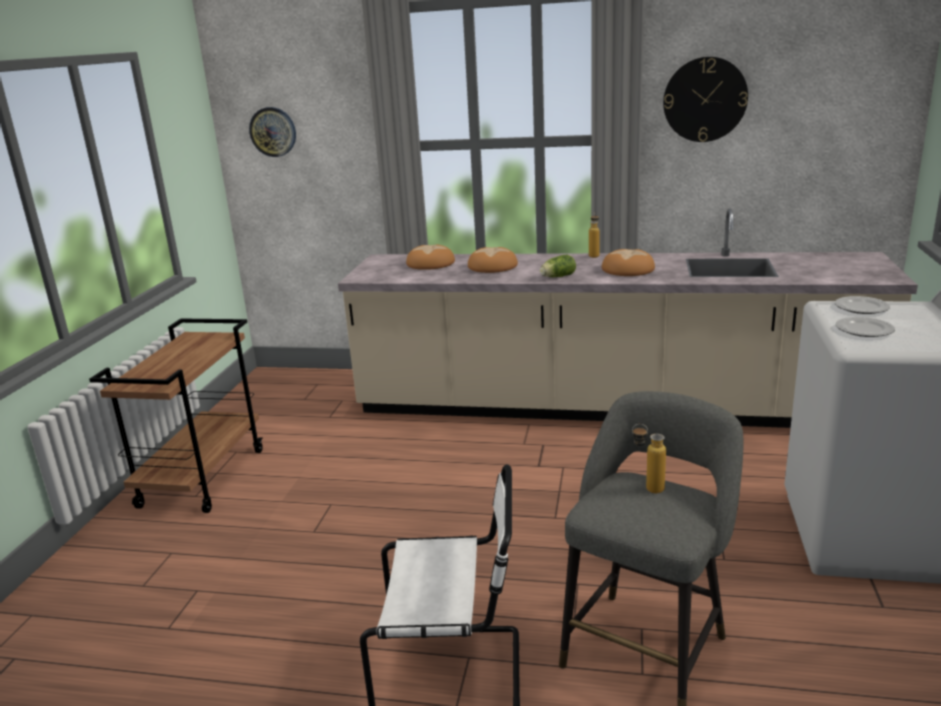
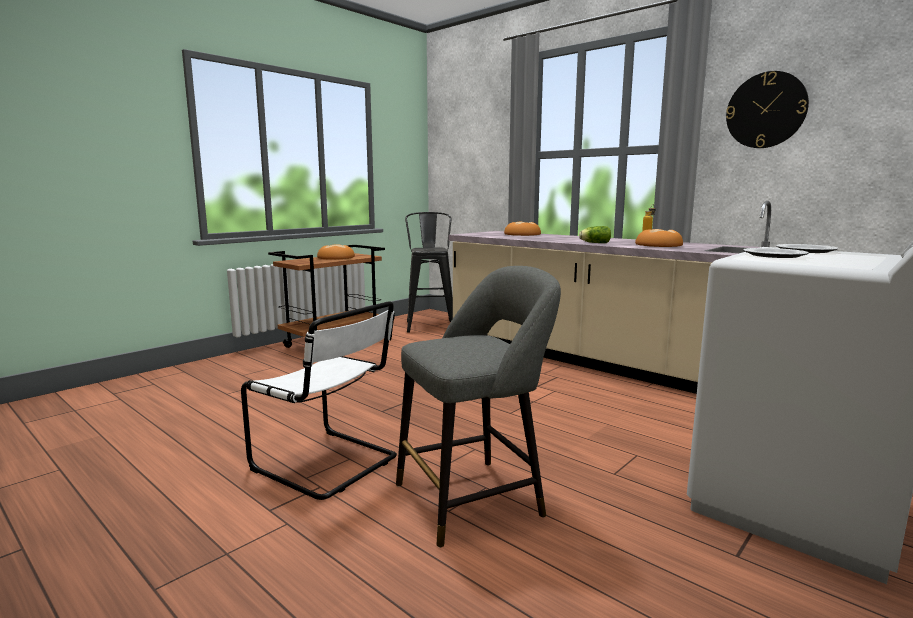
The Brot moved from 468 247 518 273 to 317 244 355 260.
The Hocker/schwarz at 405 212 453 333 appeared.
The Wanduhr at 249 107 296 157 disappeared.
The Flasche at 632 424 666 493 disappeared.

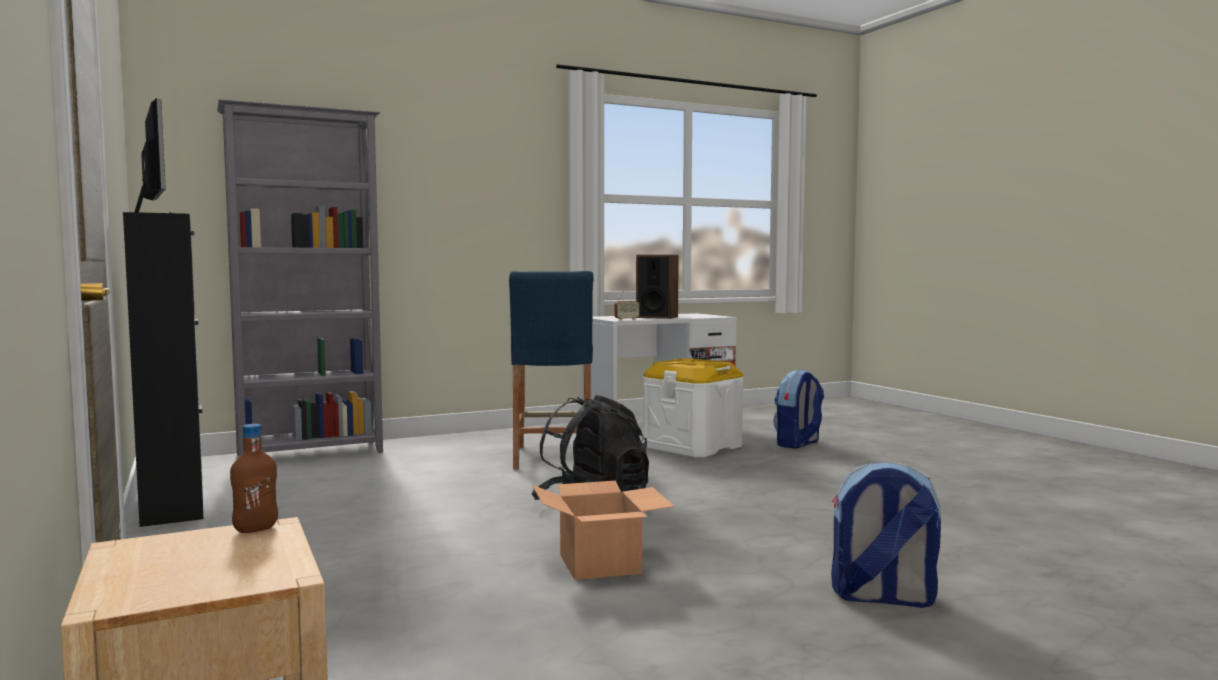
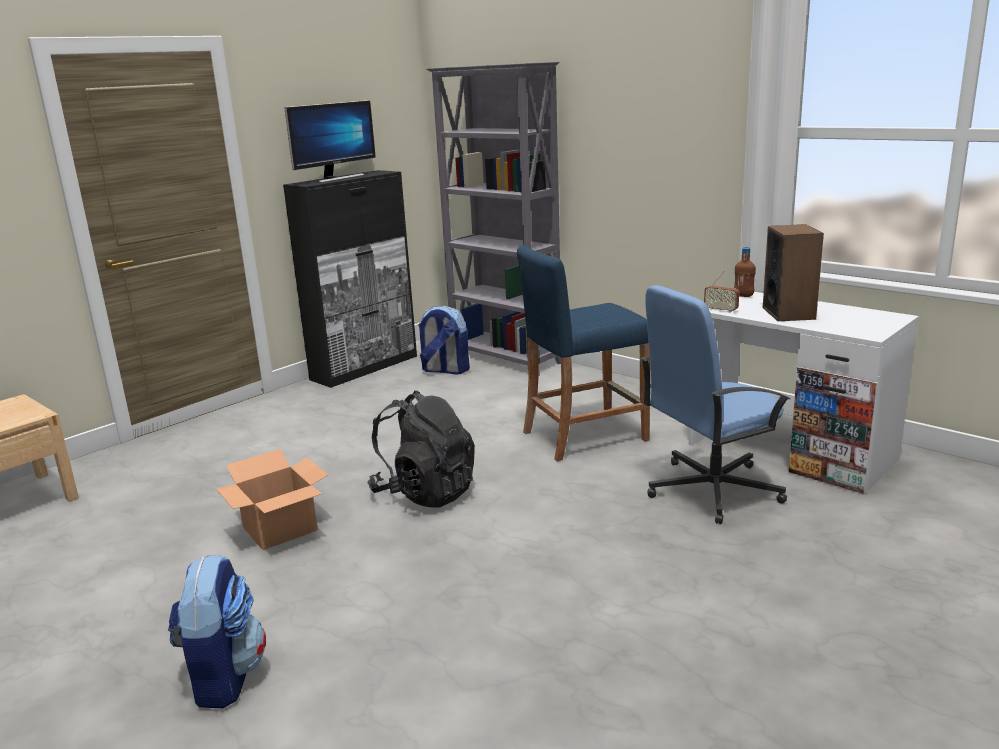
The Rucksack moved from 773 370 824 448 to 418 306 470 375.
The Aufbewahrungsbox/weiß at 643 359 744 457 was replaced by the Bürostuhl/blau at 641 285 790 524.
The Flasche/braun moved from 230 424 278 533 to 734 247 756 297.

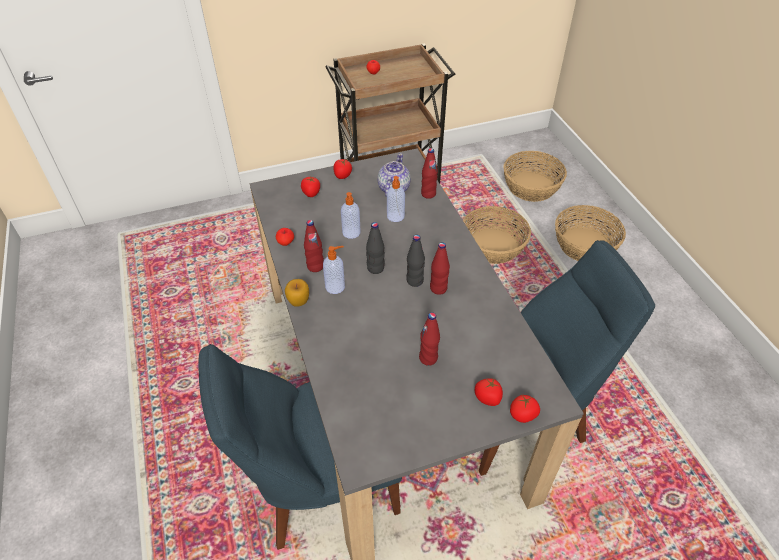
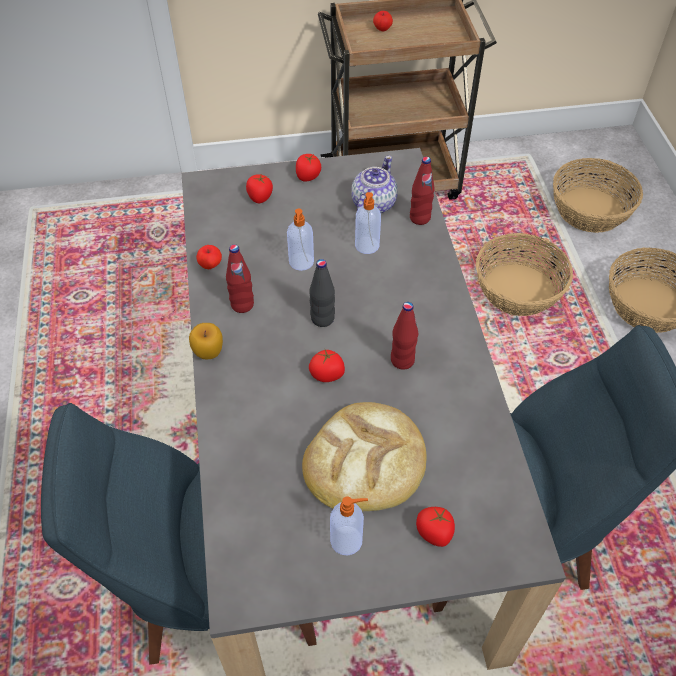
The Flasche/rot at 419 312 440 366 was replaced by the Brot at 302 402 427 511.
The Tomate moved from 510 394 540 423 to 309 350 345 382.
The Seifenspender moved from 323 246 345 294 to 330 496 368 555.
The Flasche/schwarz at 406 235 425 287 disappeared.

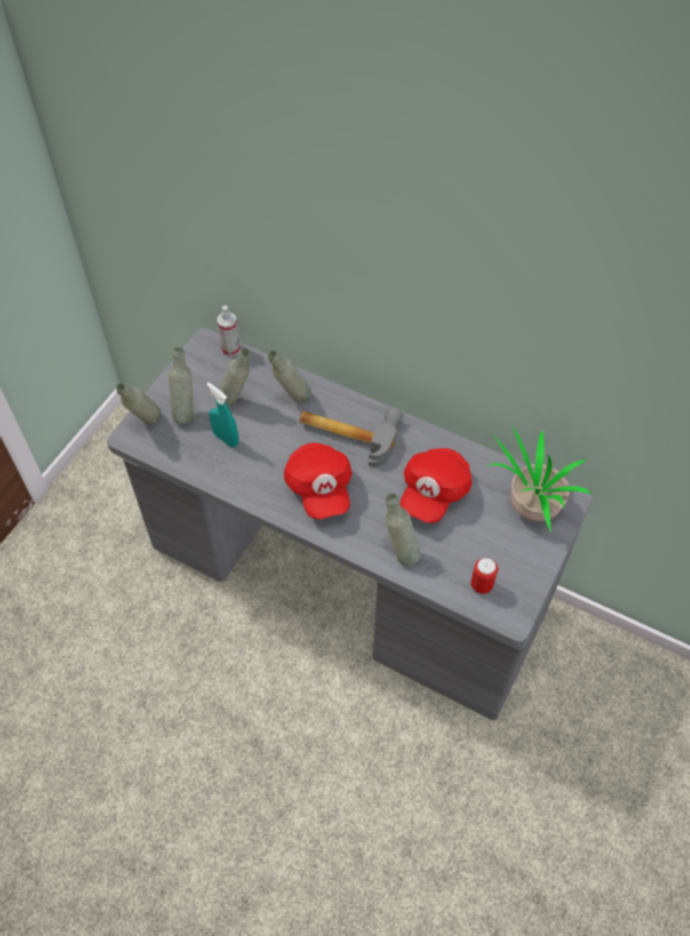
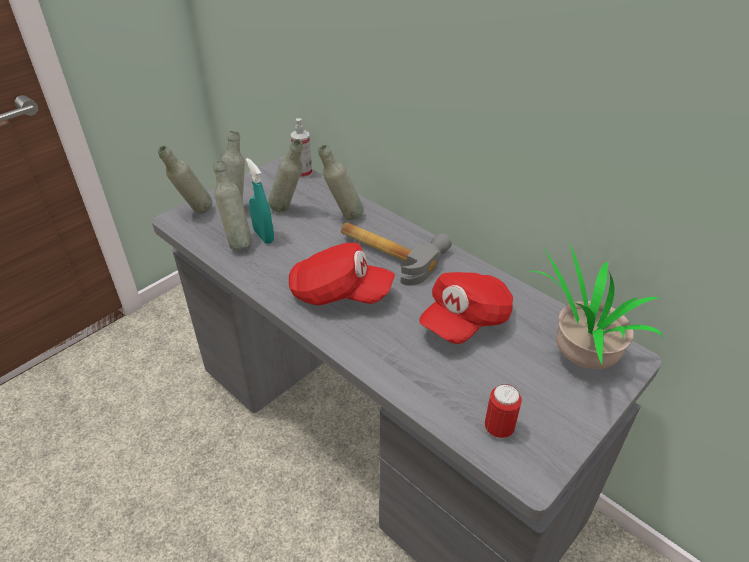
The Flasche/grau moved from 385 493 420 566 to 213 161 252 250.
The Kappe/rot at 284 443 352 519 turned 75 degrees counterclockwise.

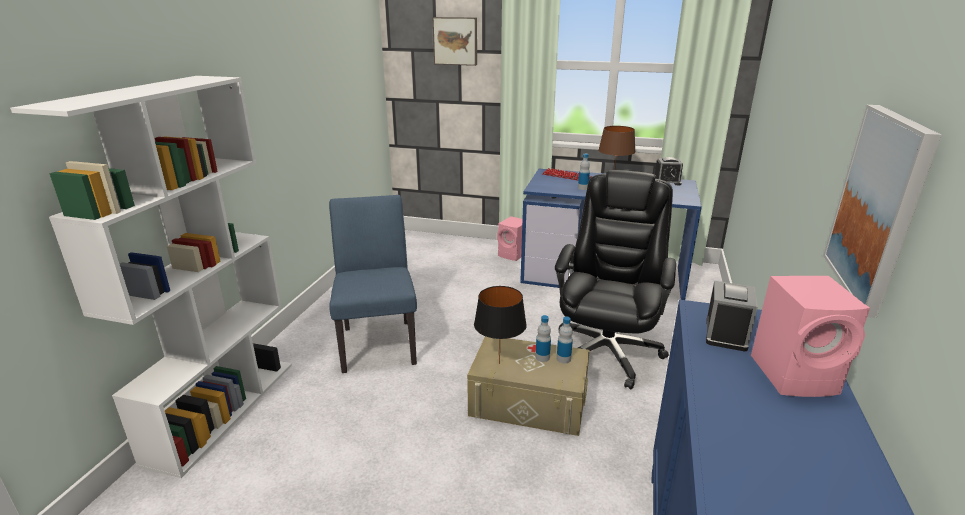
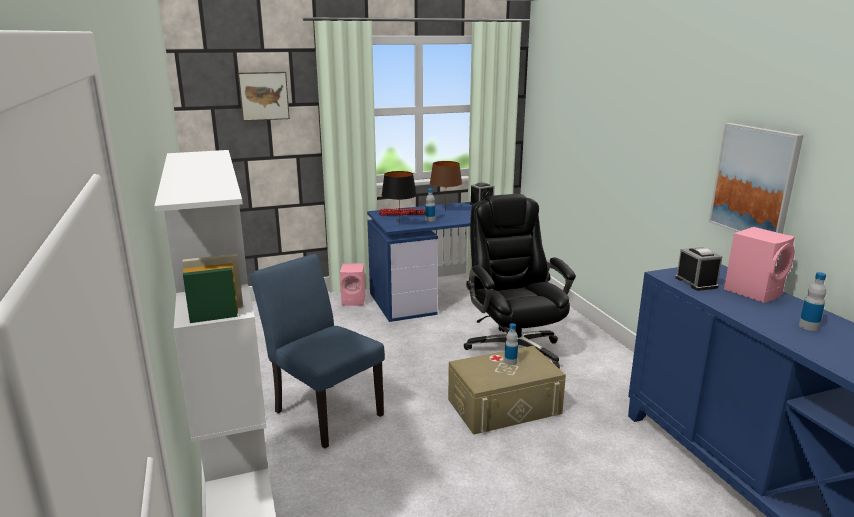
The Tischlampe/schwarz moved from 474 286 527 364 to 382 171 417 226.
The Flasche moved from 557 316 573 363 to 799 272 827 331.

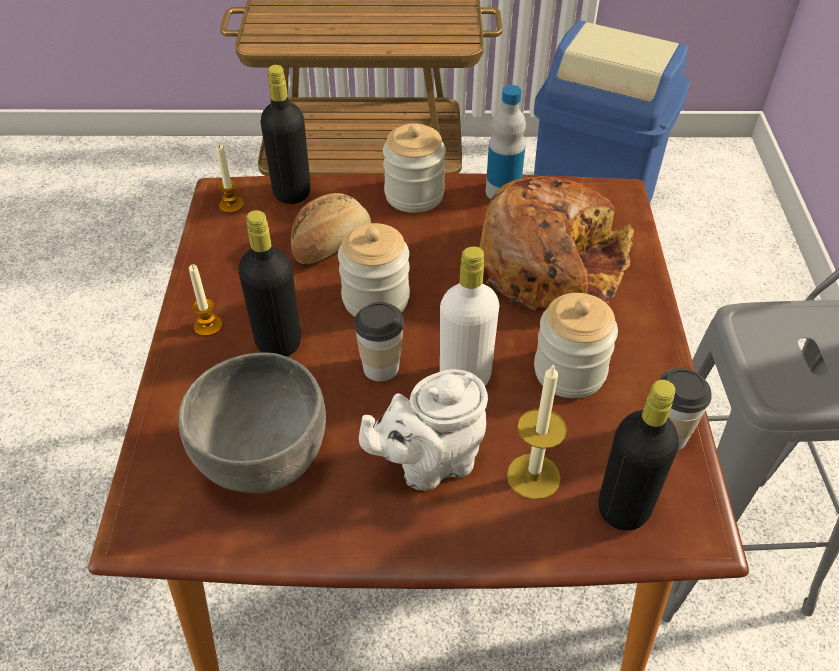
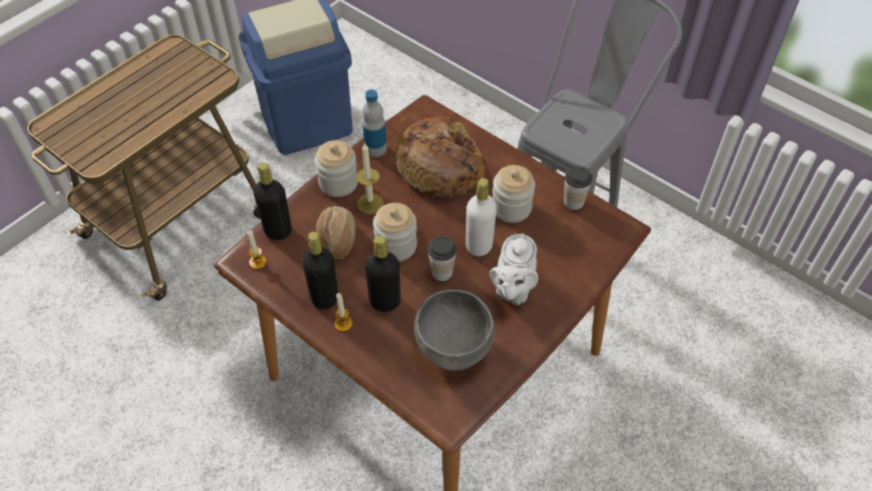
The Flasche/schwarz moved from 598 380 679 531 to 302 232 338 309.
The Kerze moved from 507 363 567 500 to 356 144 384 214.

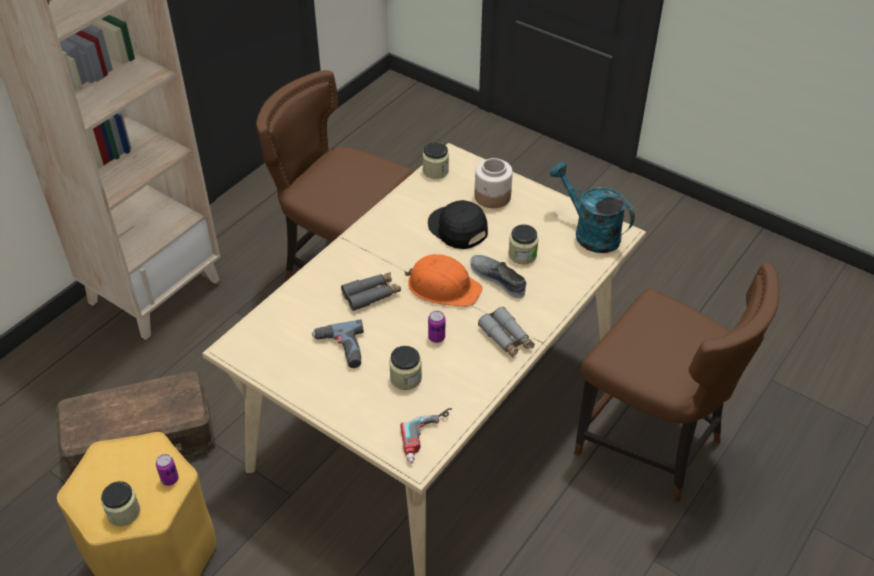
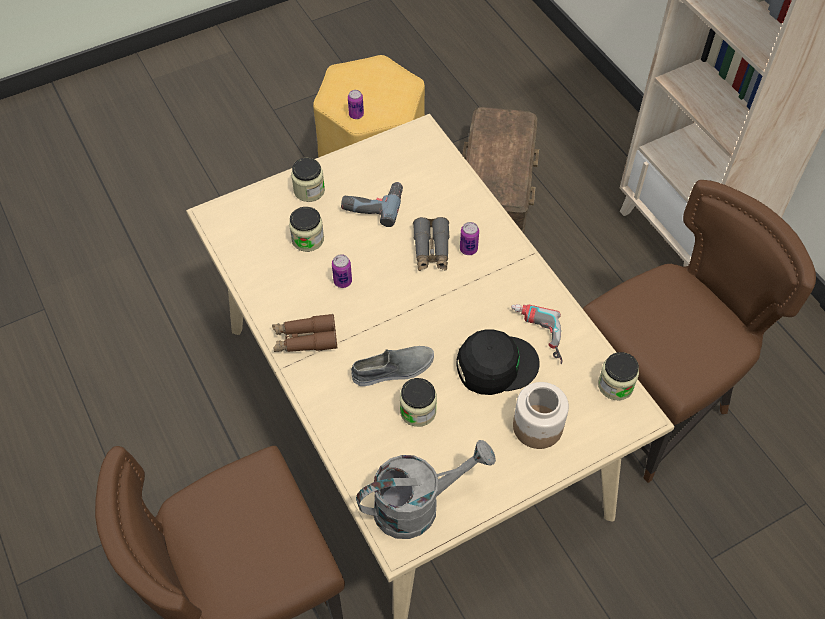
The Fernglas/grau at 478 307 535 358 became the Fernglas/braun at 272 313 338 352.
The Vorratsglas moved from 101 481 140 526 to 291 158 325 202.
The Gießkanne/türkis at 550 162 635 253 became the Gießkanne/grau at 356 440 496 539.
The Dose at 460 222 479 255 appeared.
The Bohrmaschine moved from 400 408 453 464 to 511 304 562 364.
The Schutzhelm/orange at 405 254 482 307 disappeared.

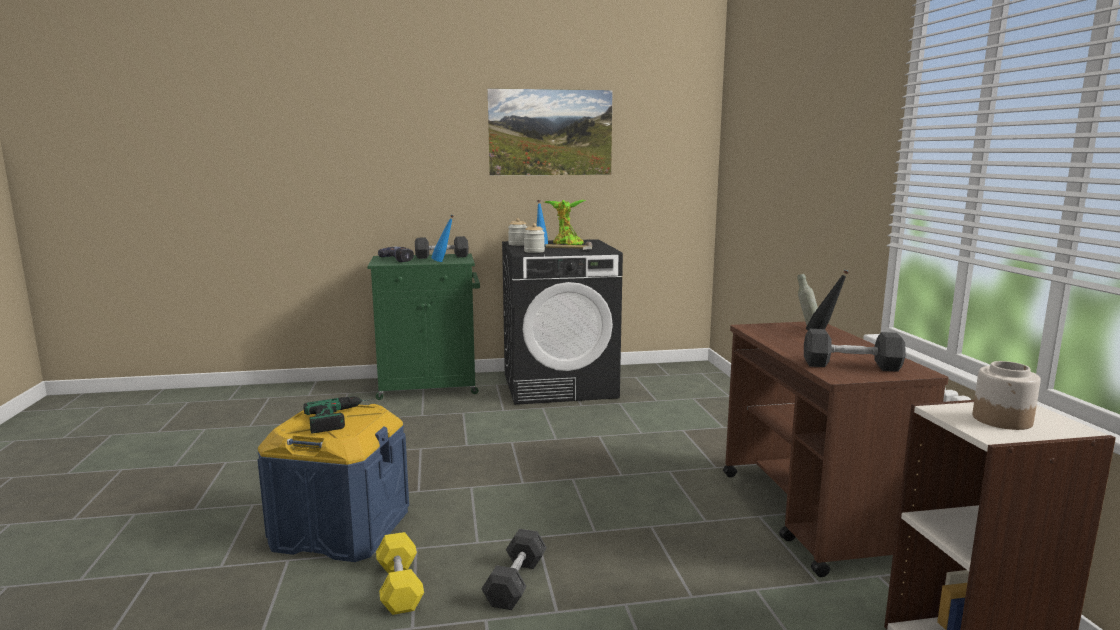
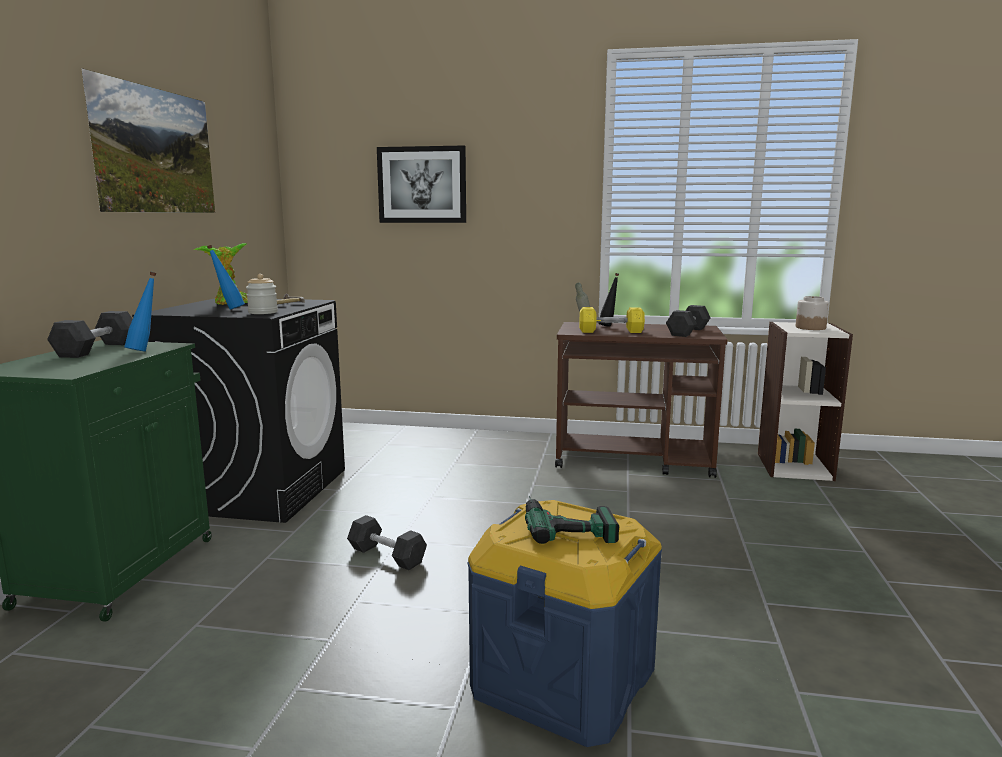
The Hantel/grau moved from 482 529 547 610 to 347 515 427 570.
The Bild at 377 146 466 223 appeared.
The Hantel/gelb moved from 376 532 424 615 to 579 307 645 333.
The Bohrmaschine at 378 247 414 262 disappeared.
The Vorratsglas at 508 218 527 246 disappeared.

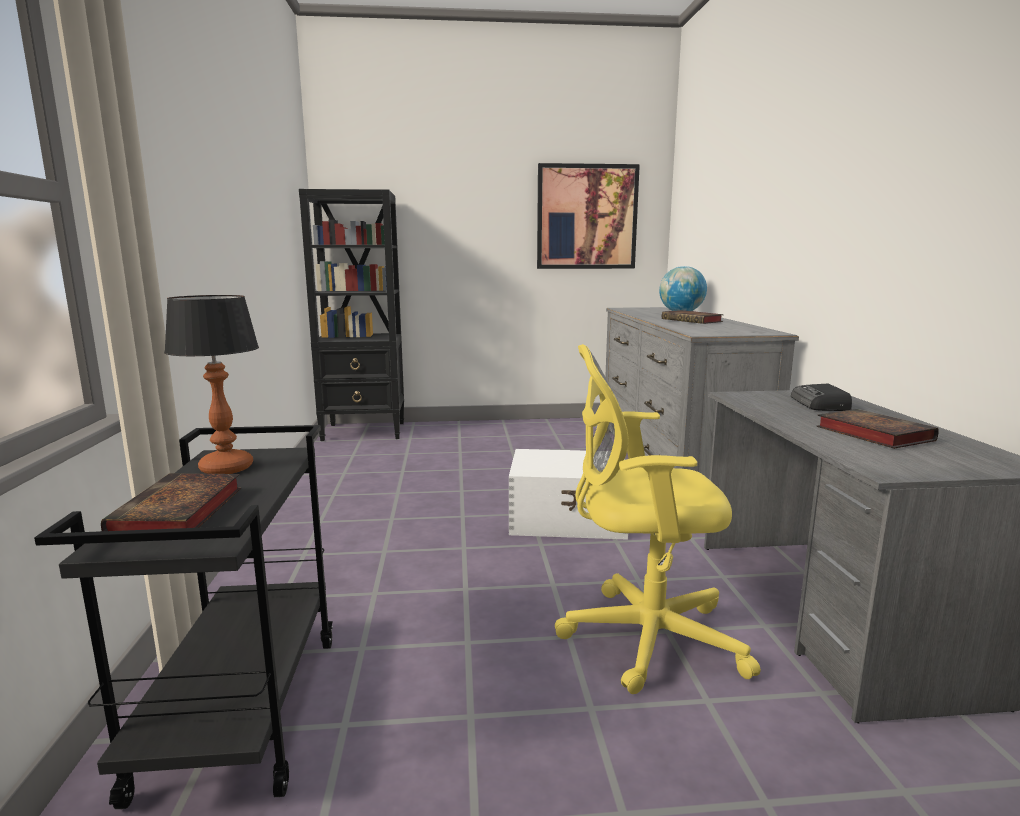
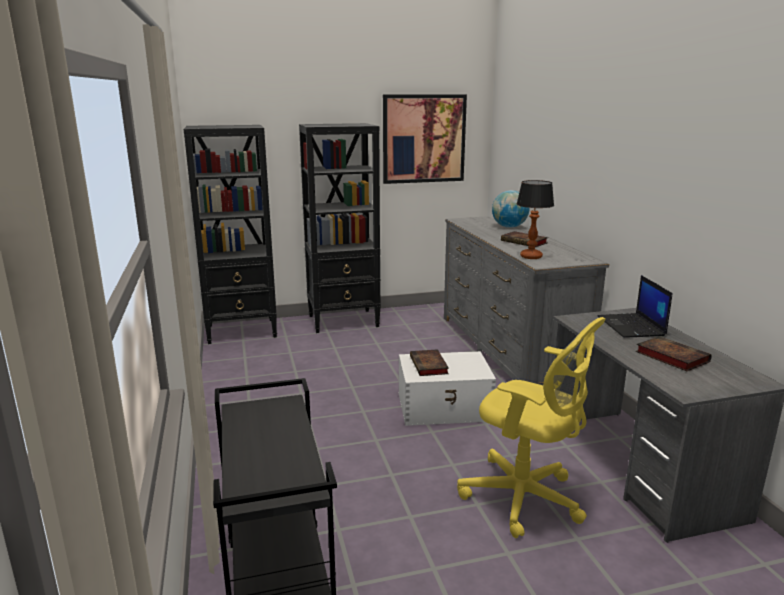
The Bücherregal/schwarz at 299 123 381 333 appeared.
The Buch moved from 101 473 241 531 to 410 349 449 376.
The Bürostuhl/gelb at 555 344 761 694 turned 135 degrees counterclockwise.
The Tischlampe moved from 164 295 259 474 to 517 180 554 259.
The Radio at 791 384 852 411 was replaced by the Laptop at 598 275 672 338.

